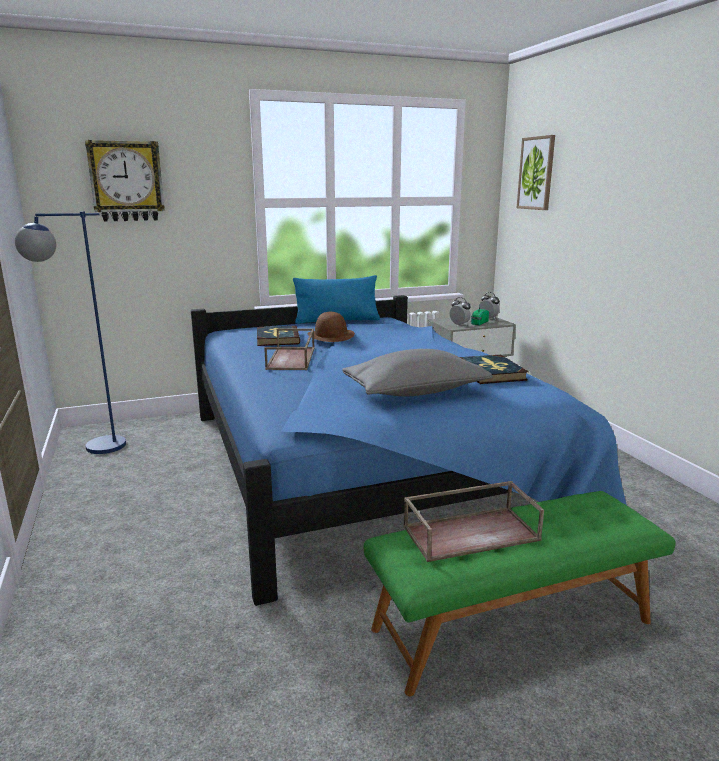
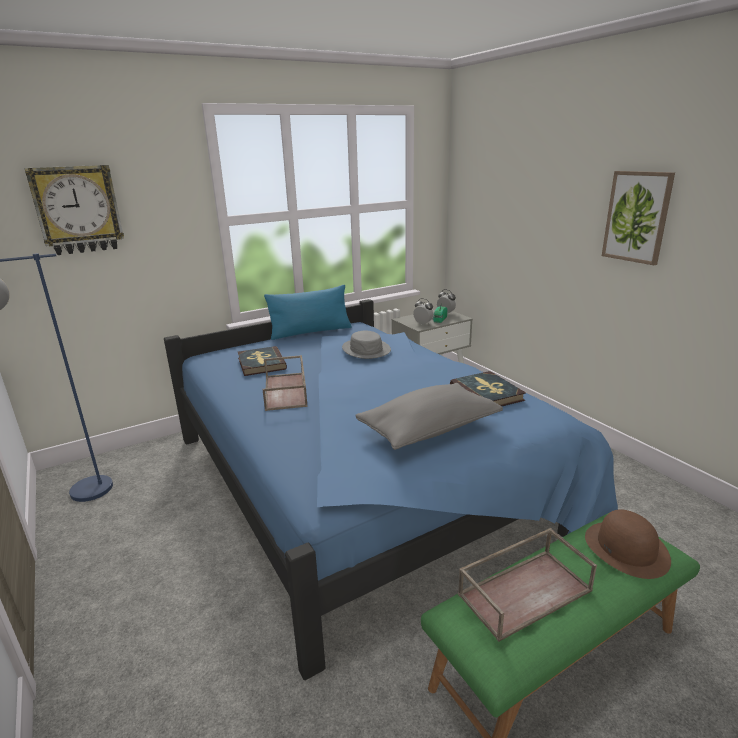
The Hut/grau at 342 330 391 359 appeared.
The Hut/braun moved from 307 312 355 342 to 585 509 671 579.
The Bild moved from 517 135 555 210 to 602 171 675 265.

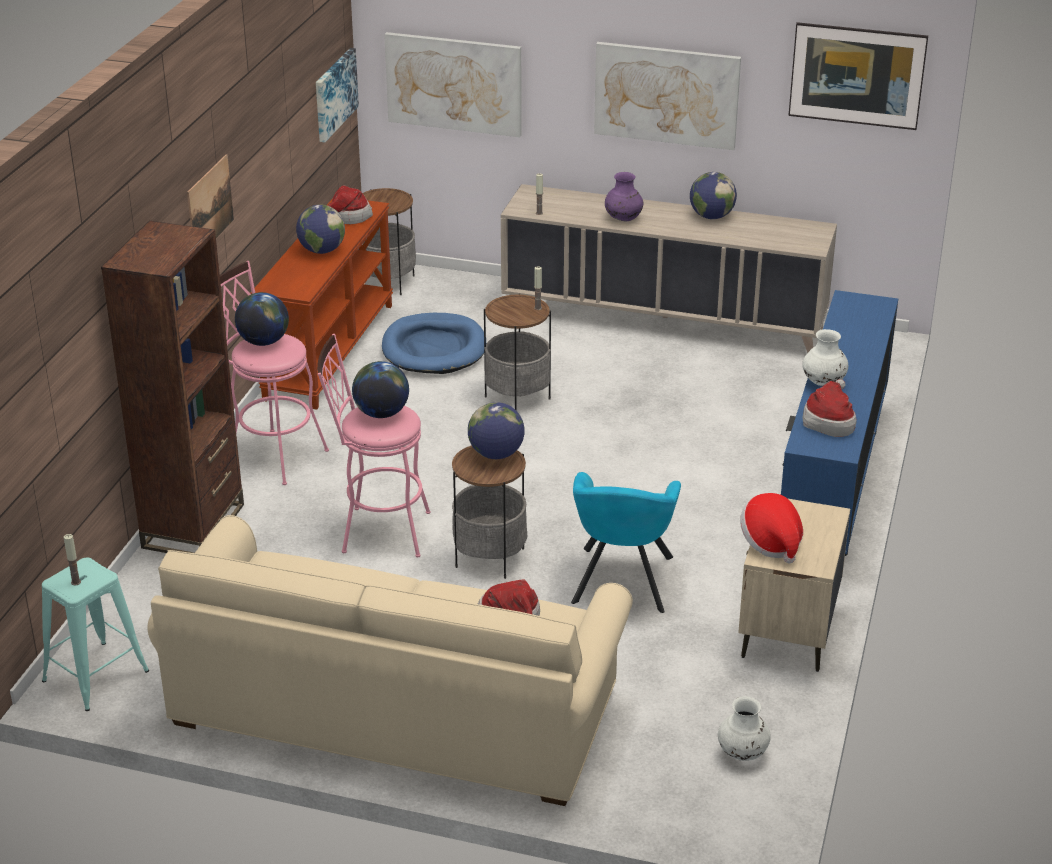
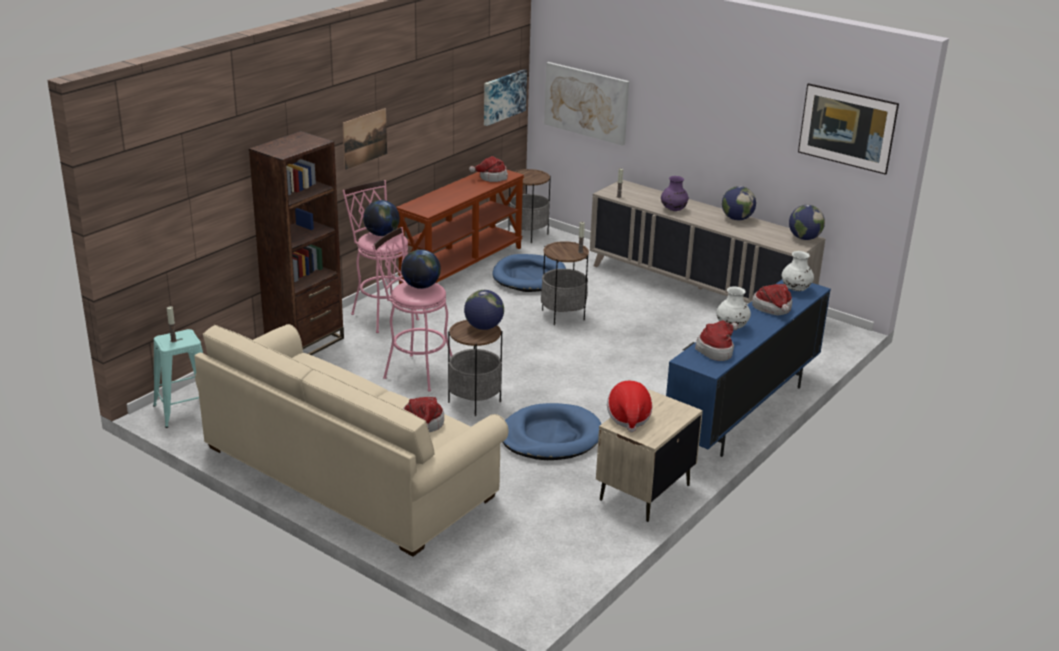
The Sessel/türkis at 571 472 681 613 was replaced by the Hundebett/blau at 502 403 601 460.
The Hut at 752 284 792 316 appeared.
The Vase/weiß moved from 718 696 771 761 to 782 251 814 291.
The Globus moved from 296 205 345 254 to 789 205 825 240.
The Bild at 594 42 741 150 disappeared.

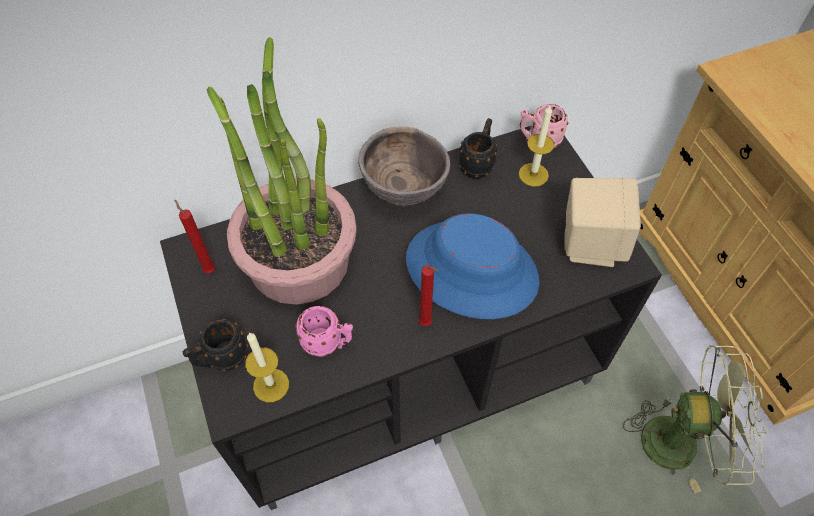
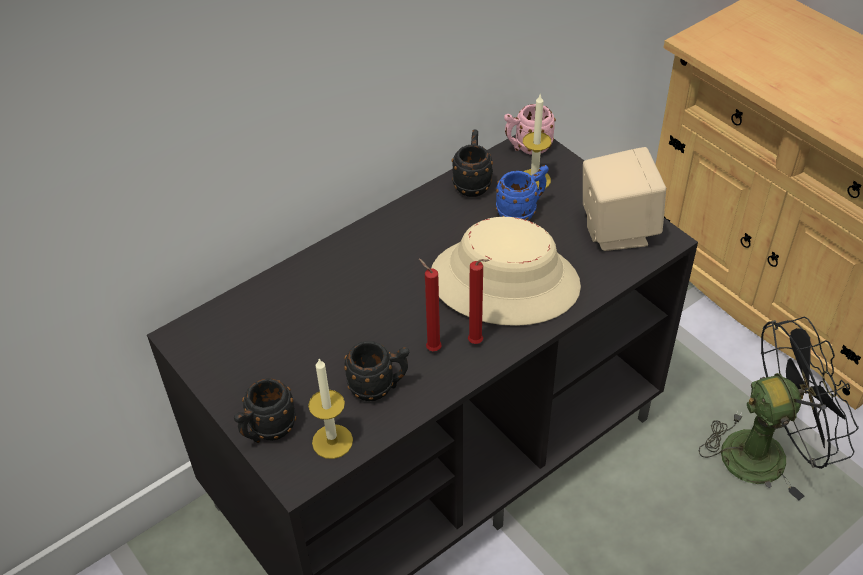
The Henkelbecher/rosa at 295 306 353 357 became the Henkelbecher/schwarz at 344 341 409 401.
The Kerze/rot moved from 174 199 215 273 to 419 259 442 351.
The Hut/blau at 406 213 539 319 became the Hut/beige at 431 217 581 326.
The Henkelbecher/blau at 496 165 549 221 appeared.
The Ventilator/grün at 623 345 767 493 became the Ventilator/schwarz at 698 317 859 501.
The Topfpflanze at 207 37 357 305 disappeared.
The Schüssel/braun at 358 127 450 206 disappeared.

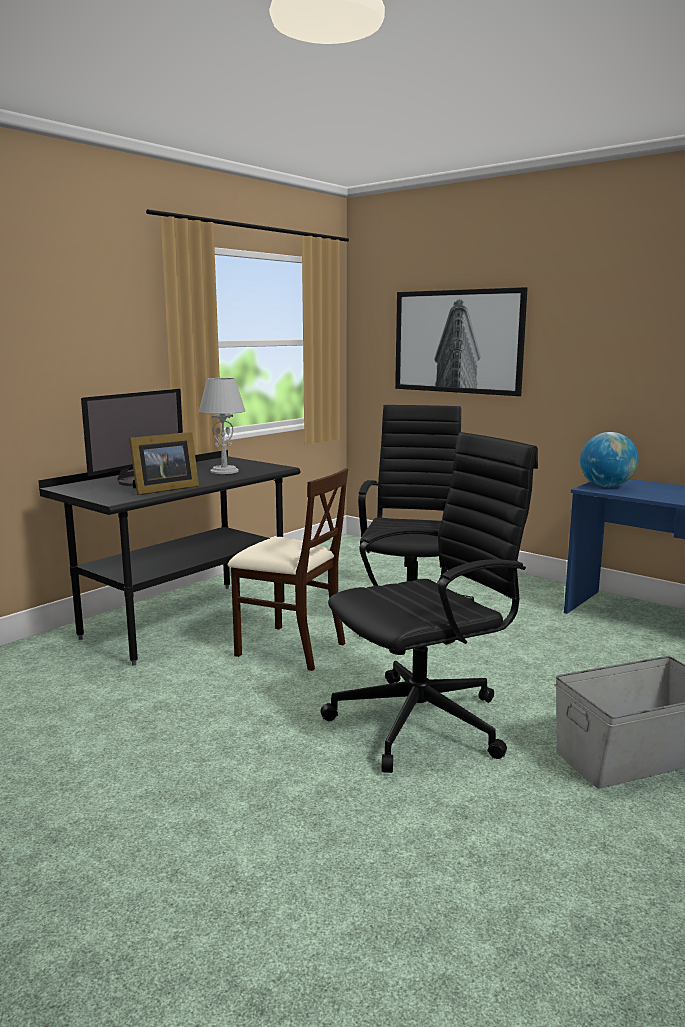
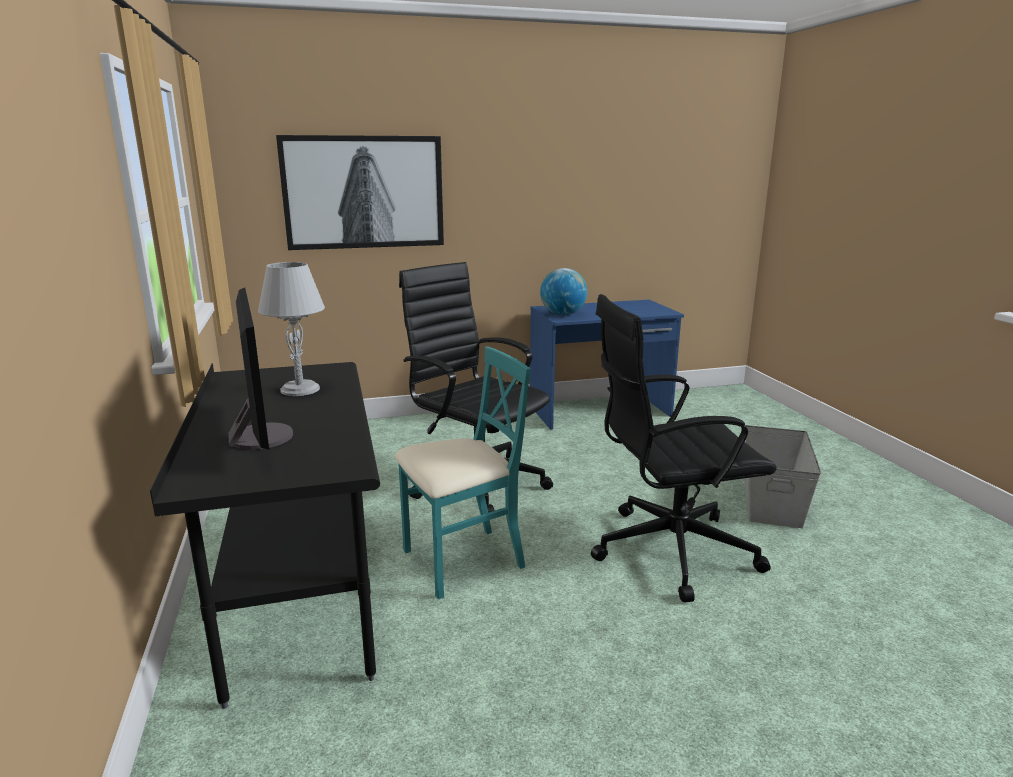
The Stuhl/beige at 228 468 348 671 became the Stuhl/türkis at 395 347 531 599.
The Bürostuhl/schwarz at 321 432 538 773 turned 105 degrees counterclockwise.
The Bilderrahmen at 129 432 199 495 disappeared.

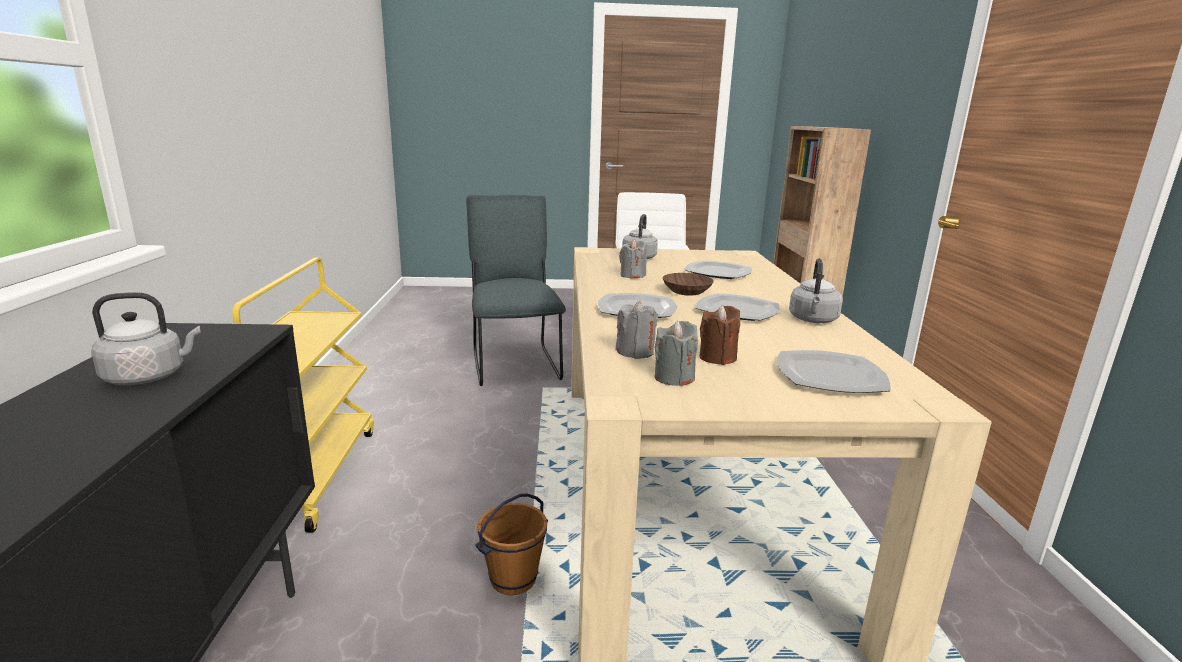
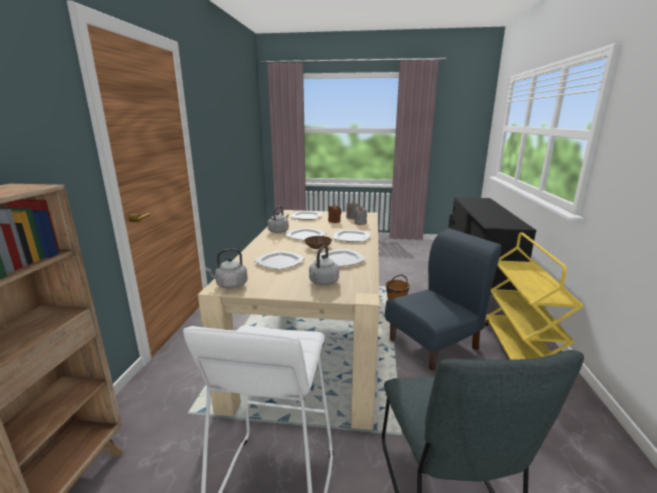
The Wasserkessel/grau moved from 91 292 201 385 to 205 249 247 289.
The Kerze/grau at 619 239 647 279 was replaced by the Teller at 320 249 366 267.
The Stuhl/blau at 385 229 501 370 appeared.

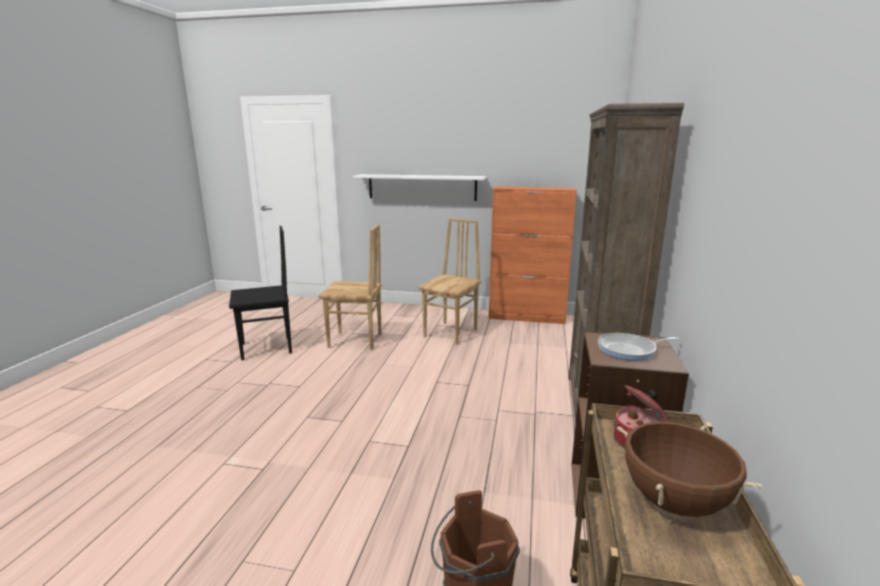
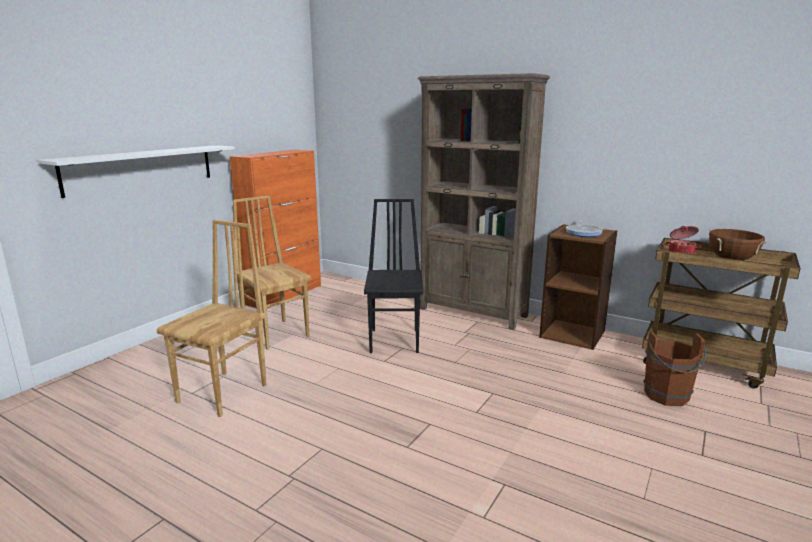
The Stuhl/schwarz moved from 229 226 292 360 to 364 199 423 353.

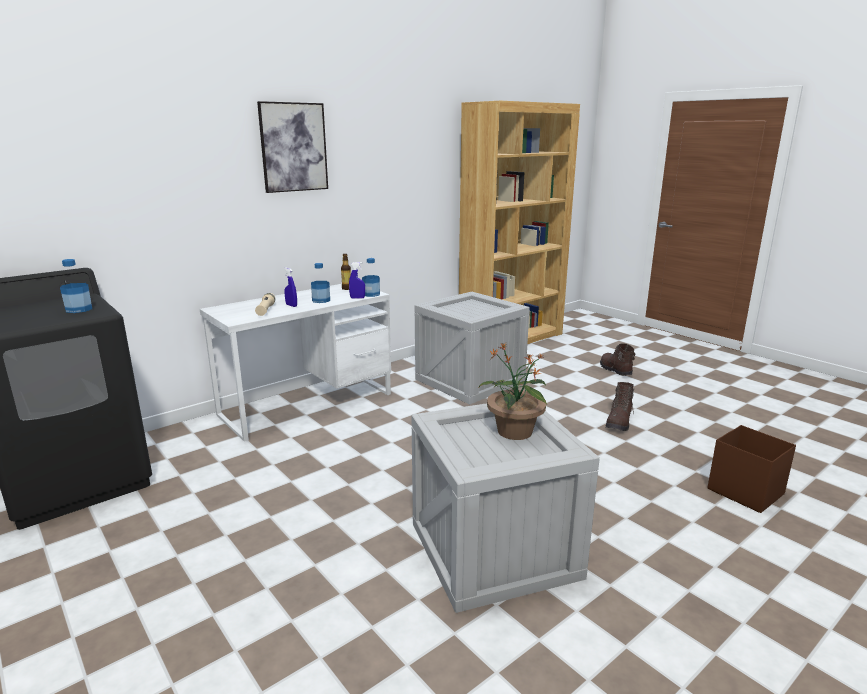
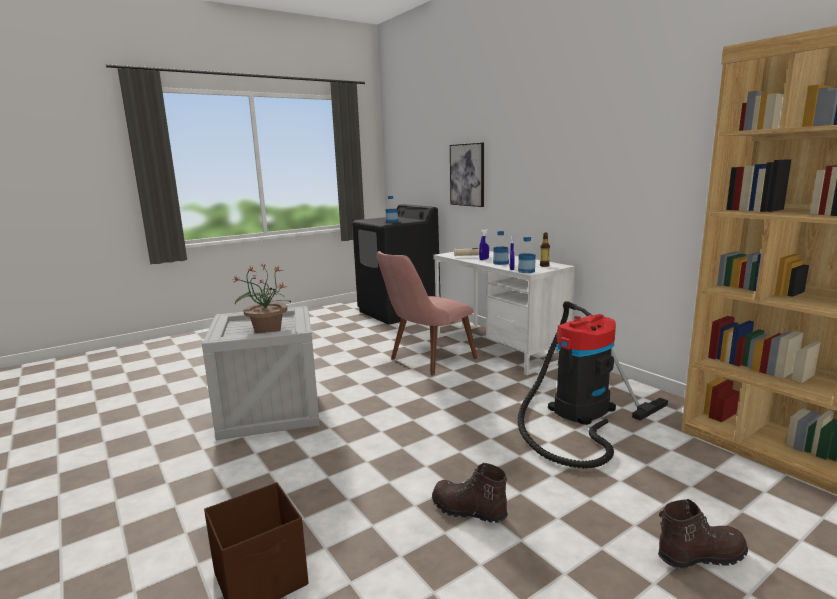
The Stuhl/rosa at 377 251 478 376 appeared.
The Bild moved from 257 101 328 193 to 450 143 484 207.
The Kiste at 415 292 530 405 was replaced by the Staubsauger at 518 301 668 468.

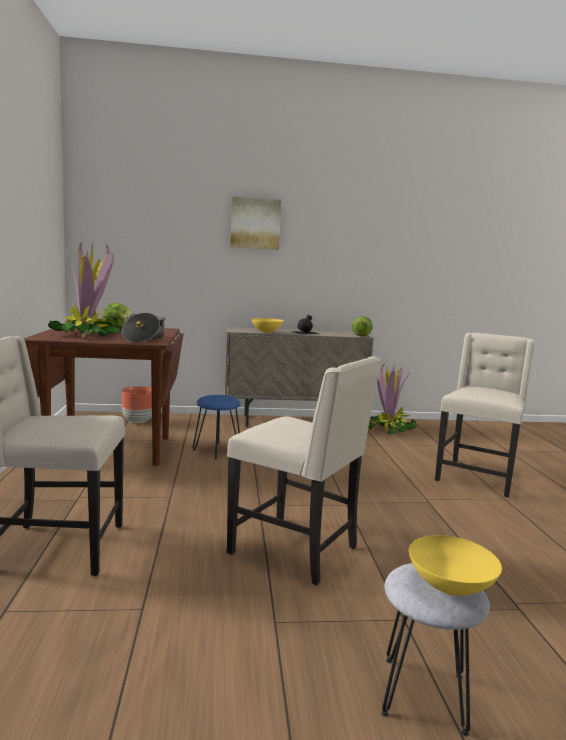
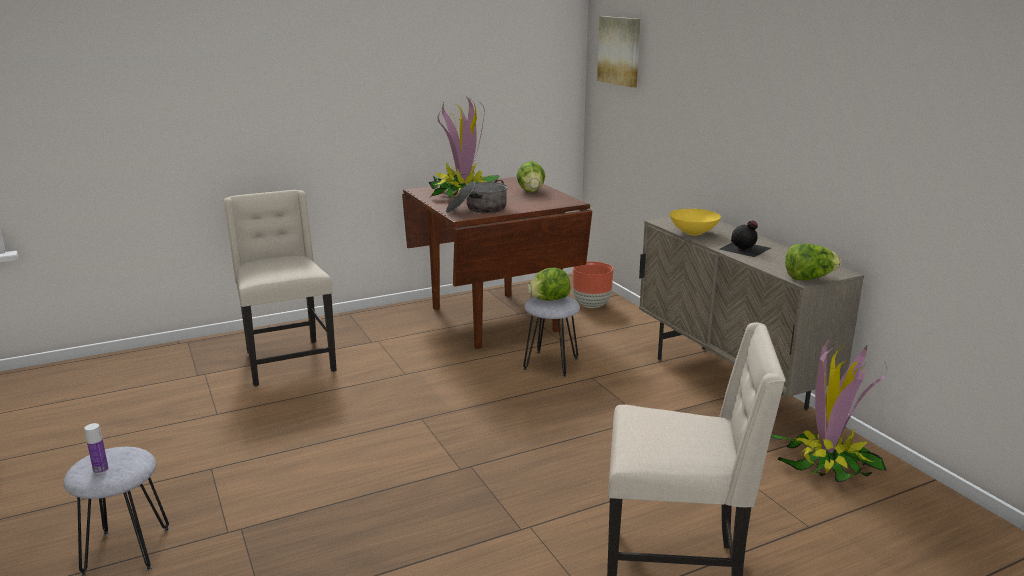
The Schüssel/gelb at 409 535 502 596 was replaced by the Flasche at 84 423 109 474.
The Hocker/blau at 193 395 241 459 became the Hocker/grau at 523 296 580 377.
The Salatkopf at 528 268 570 300 appeared.
The Bild moved from 230 196 281 250 to 597 16 640 87.
The Stuhl/beige at 227 357 381 585 disappeared.

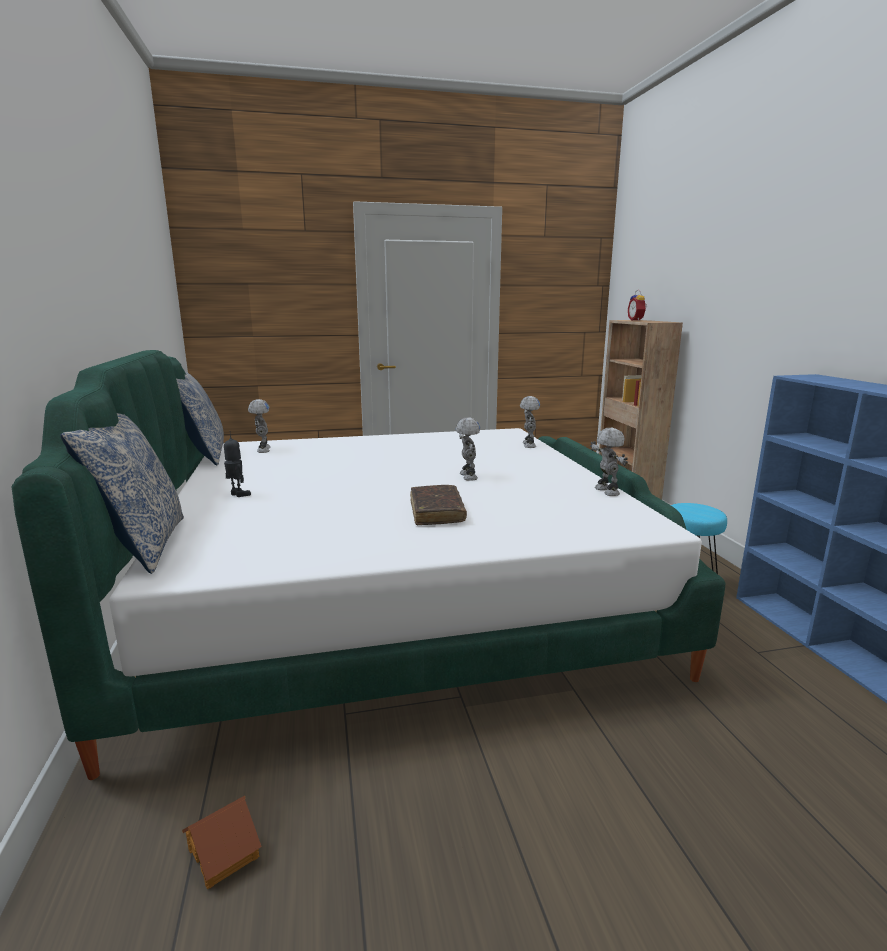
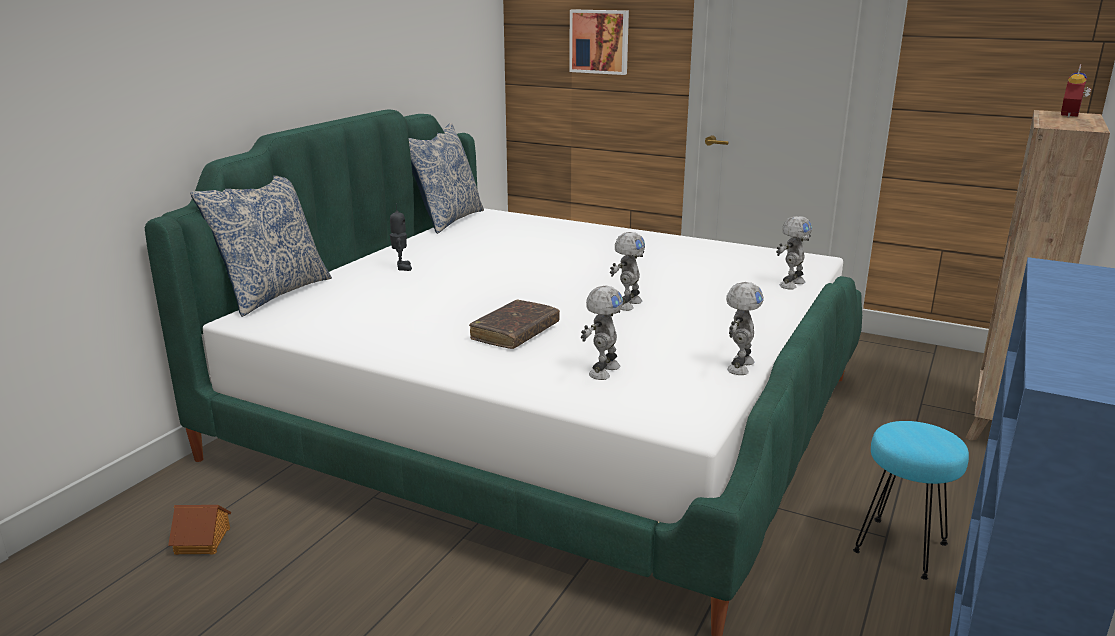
The Bild at 569 9 629 75 appeared.
The Spielzeugroboter moved from 248 399 271 453 to 581 286 623 380.

